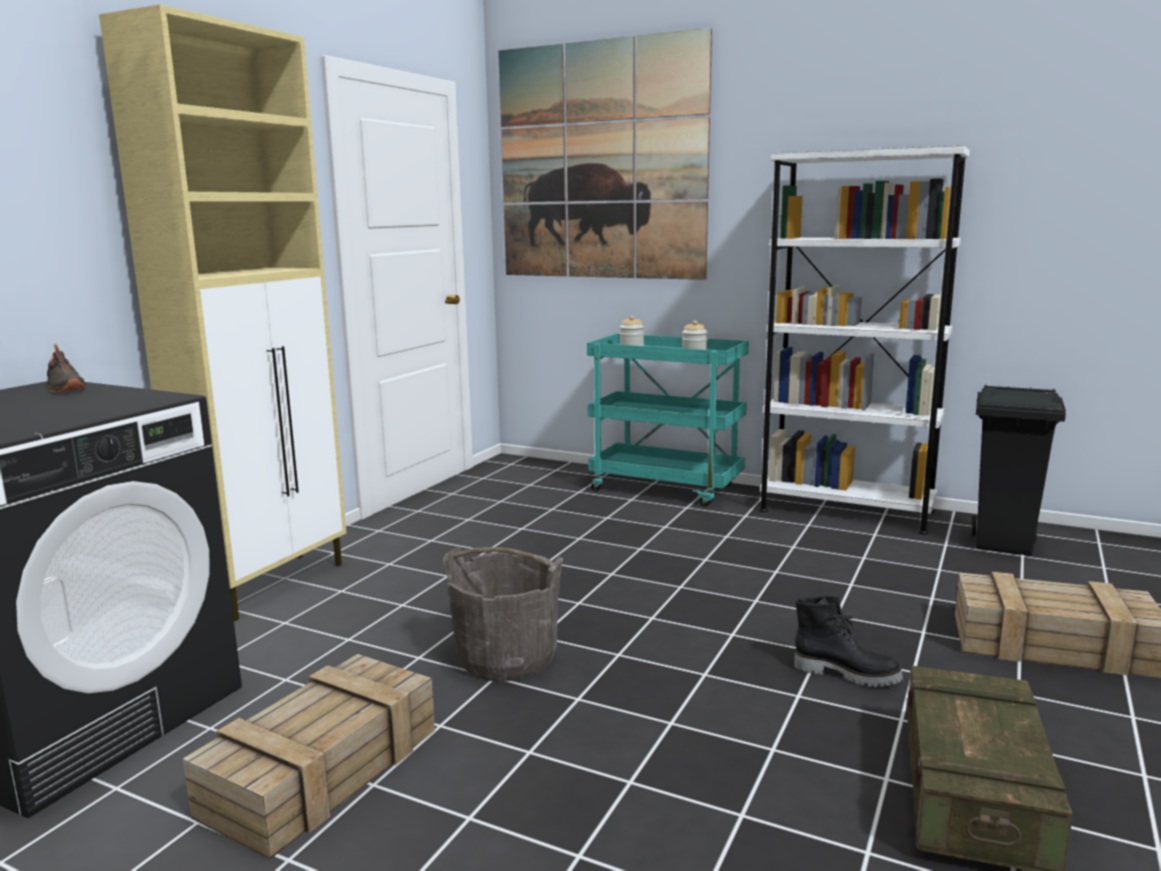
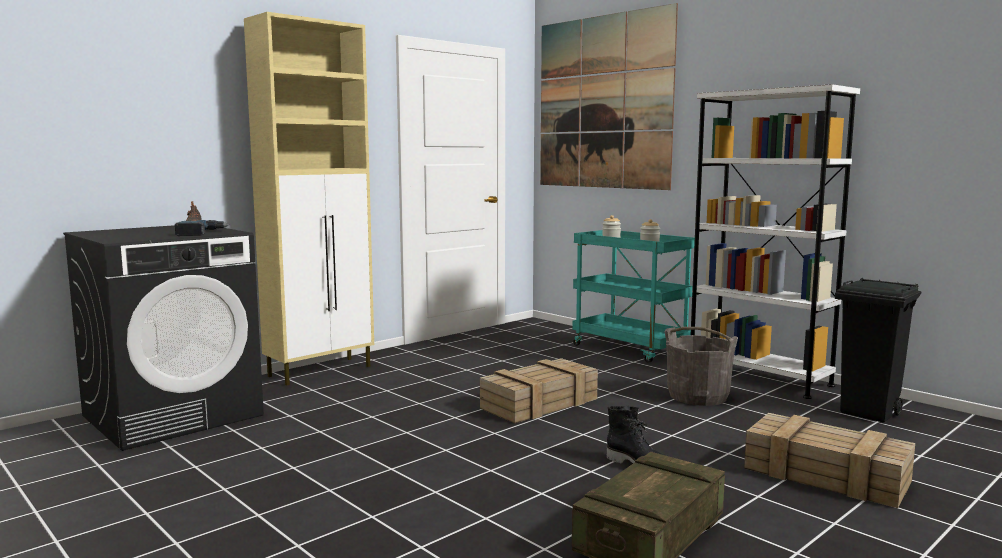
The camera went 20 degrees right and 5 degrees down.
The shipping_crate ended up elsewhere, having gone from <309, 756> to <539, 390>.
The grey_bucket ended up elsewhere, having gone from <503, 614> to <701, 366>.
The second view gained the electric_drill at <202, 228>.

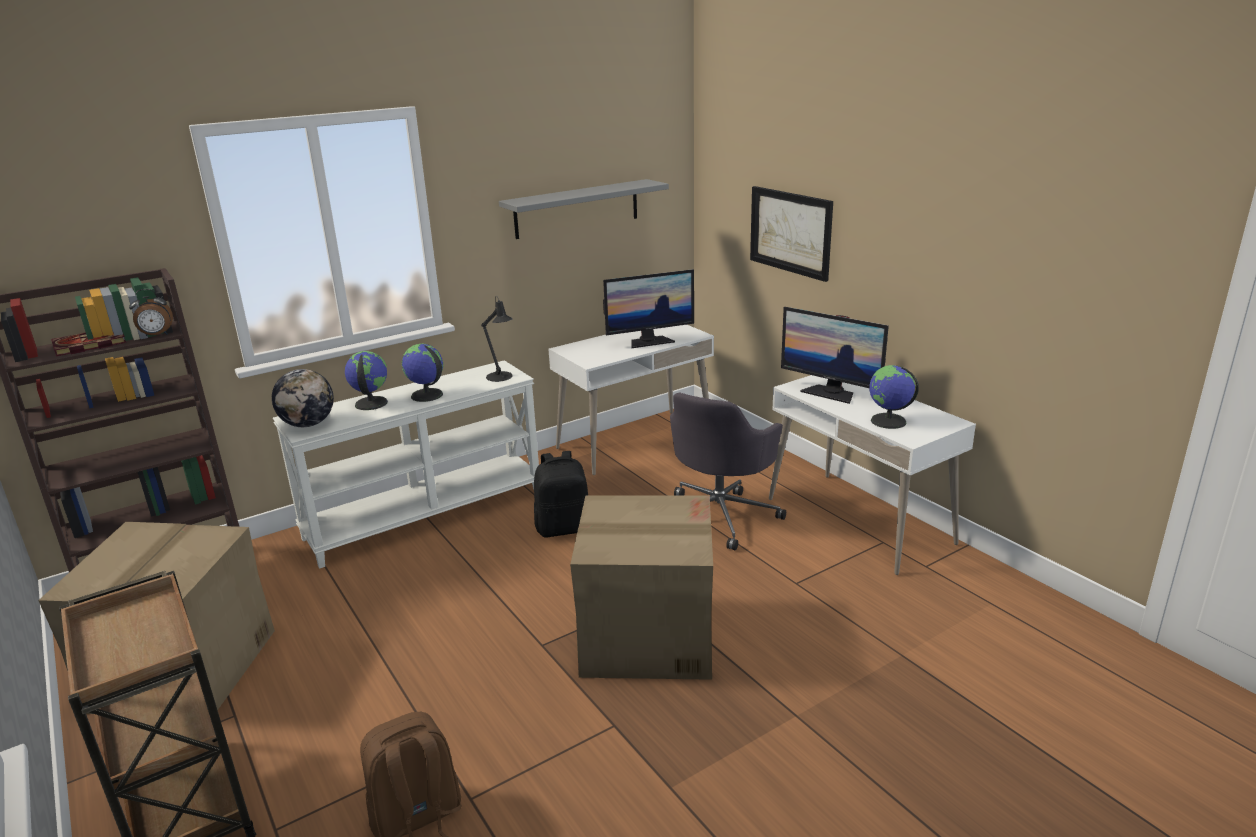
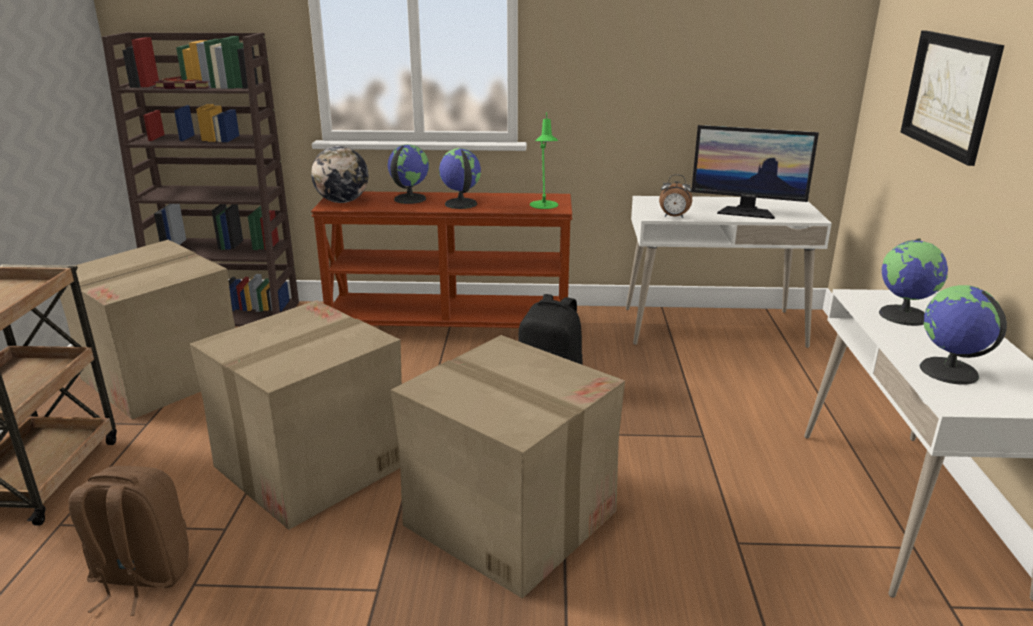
The camera went 35 degrees right and 0 degrees up.
The bedside_clock ended up elsewhere, having gone from <151, 312> to <675, 196>.
What was the white-coloured_hall_table at <406, 464> turned into the brown_hall_table at <441, 260>.
What was the black_lamp_for_a_table at <497, 339> turned into the greenish_lamp_for_a_table at <544, 160>.
The second view lost the grey_bracket_shelf at <584, 209>.
The second view lost the grey_computer_chair at <728, 471>.
Where the monitor stood at <835, 355>, the globe came to stand at <913, 282>.
The second view gained the packing_box at <296, 415>.

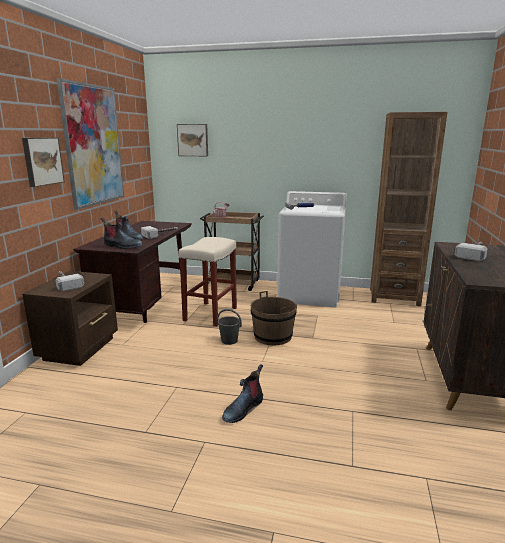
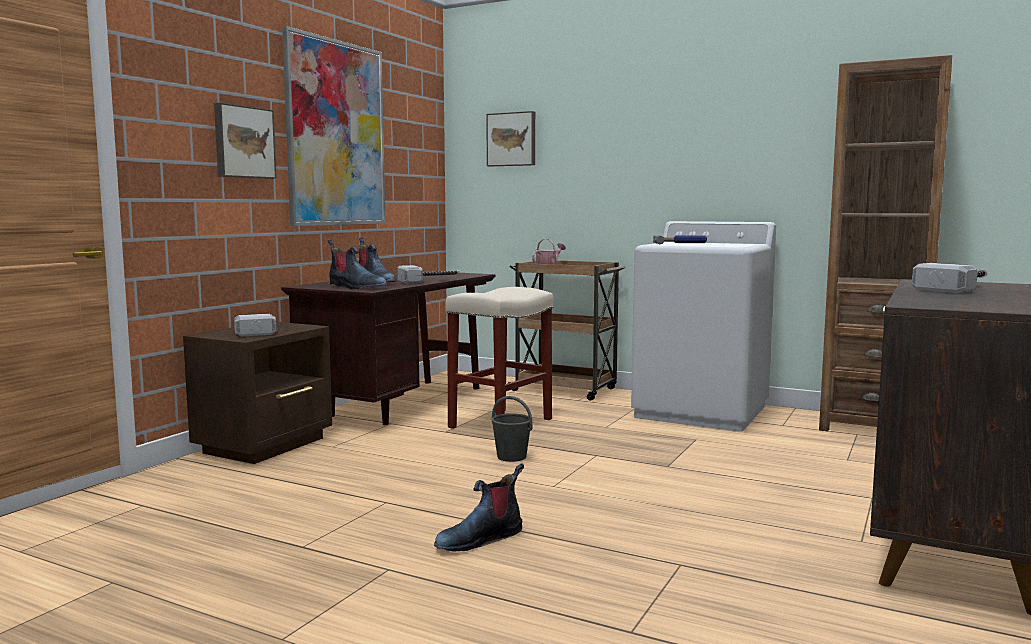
The camera went 15 degrees right and 10 degrees down.
The second view lost the brown_bucket at <274, 318>.

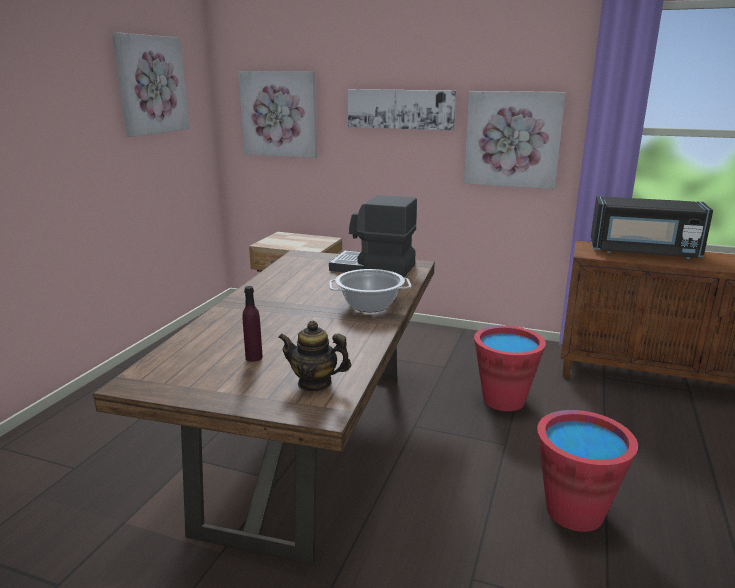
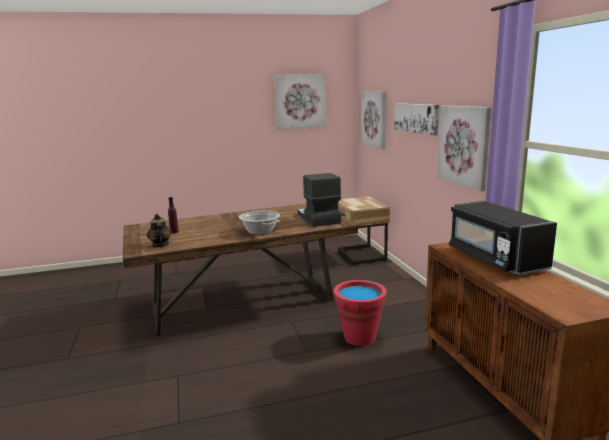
The camera went 55 degrees right and 5 degrees down.
The second view lost the red_bucket at <587, 471>.

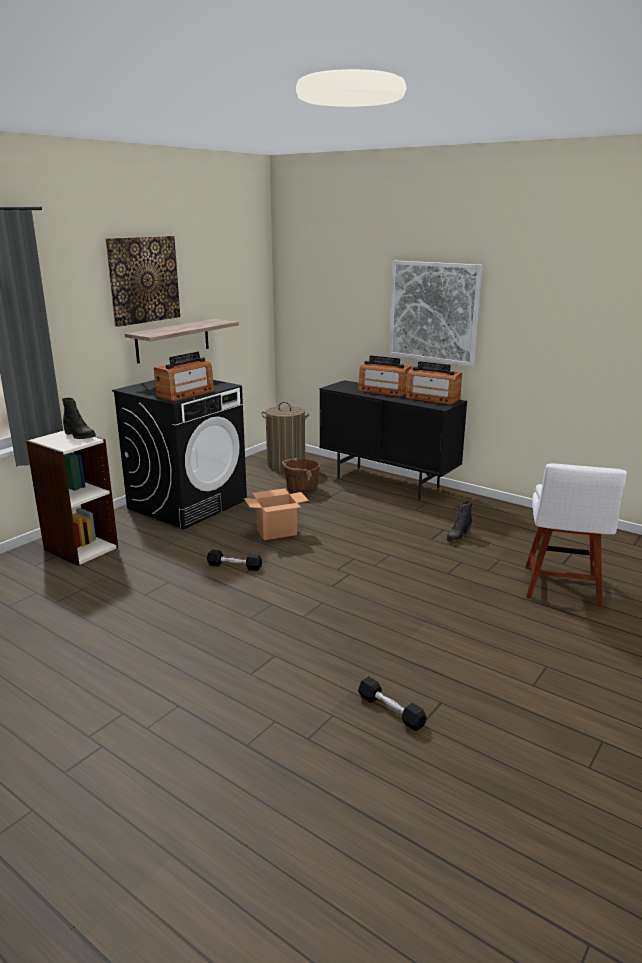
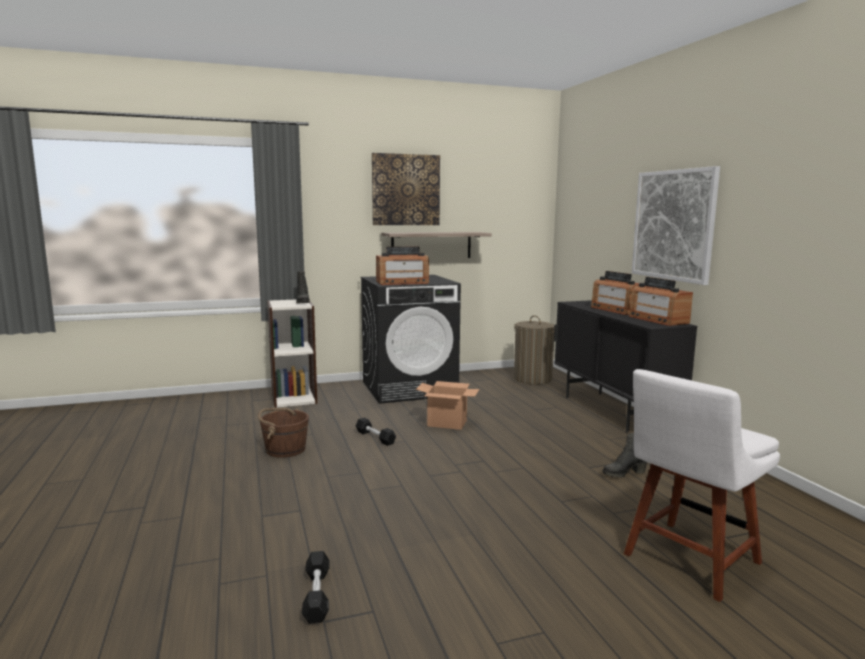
The camera went 35 degrees right and 10 degrees down.
The brown_bucket ended up elsewhere, having gone from <301, 476> to <283, 433>.

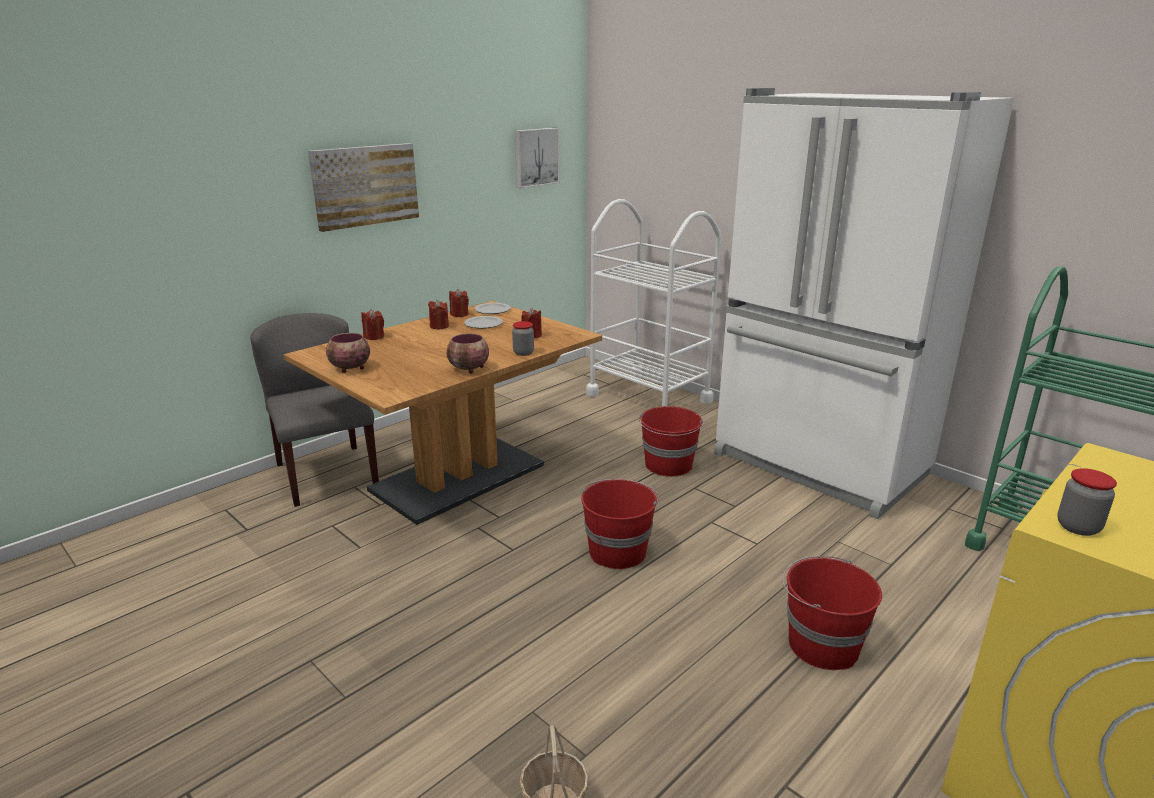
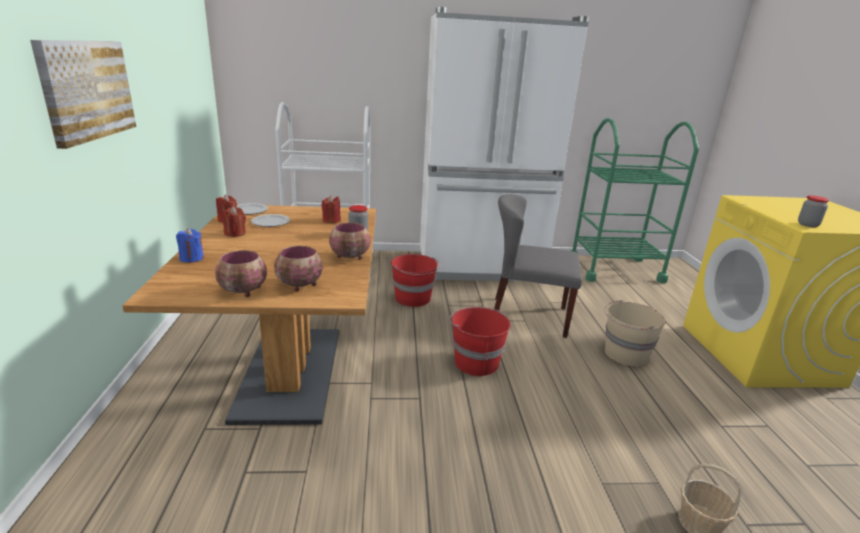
The camera went 50 degrees left and 0 degrees up.
The grey_plain_chair ended up elsewhere, having gone from <314, 410> to <538, 266>.
What was the red_candle at <372, 324> turned into the blue_candle at <190, 245>.
The second view lost the wall_picture at <537, 158>.
What was the red_bucket at <832, 613> turned into the beige_bucket at <635, 333>.
The second view gained the deep_dish at <298, 268>.

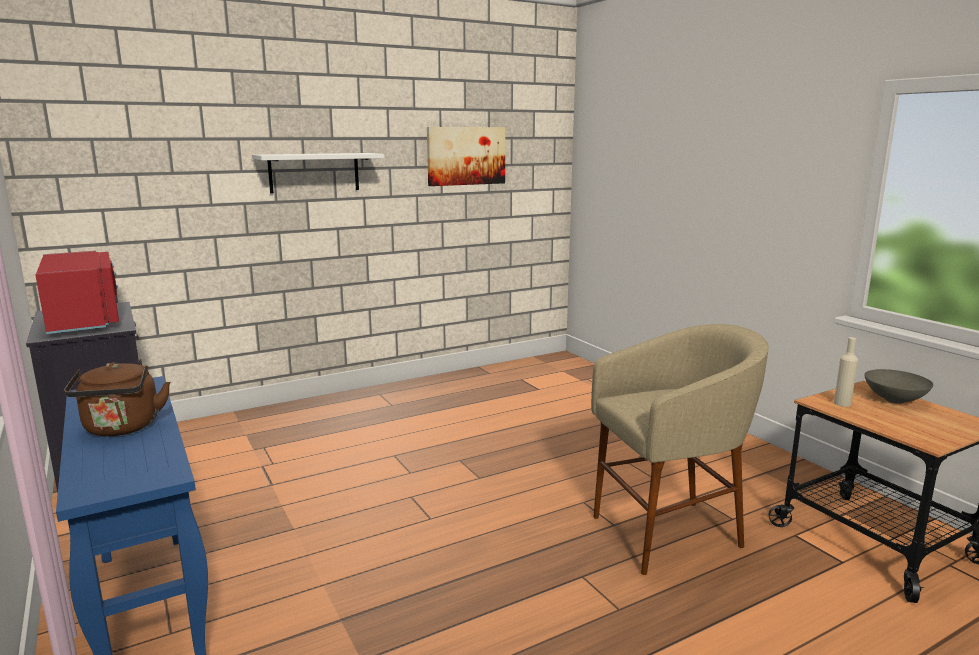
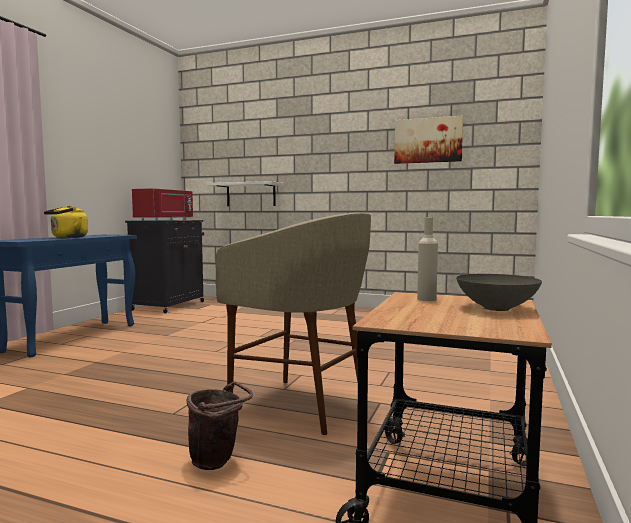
The camera went 50 degrees right and 10 degrees down.
What was the brown_tea_kettle at <117, 399> turned into the yellow_tea_kettle at <66, 221>.
The white-coloured_bracket_shelf ended up elsewhere, having gone from <318, 173> to <244, 193>.
The second view gained the brown_bucket at <219, 425>.

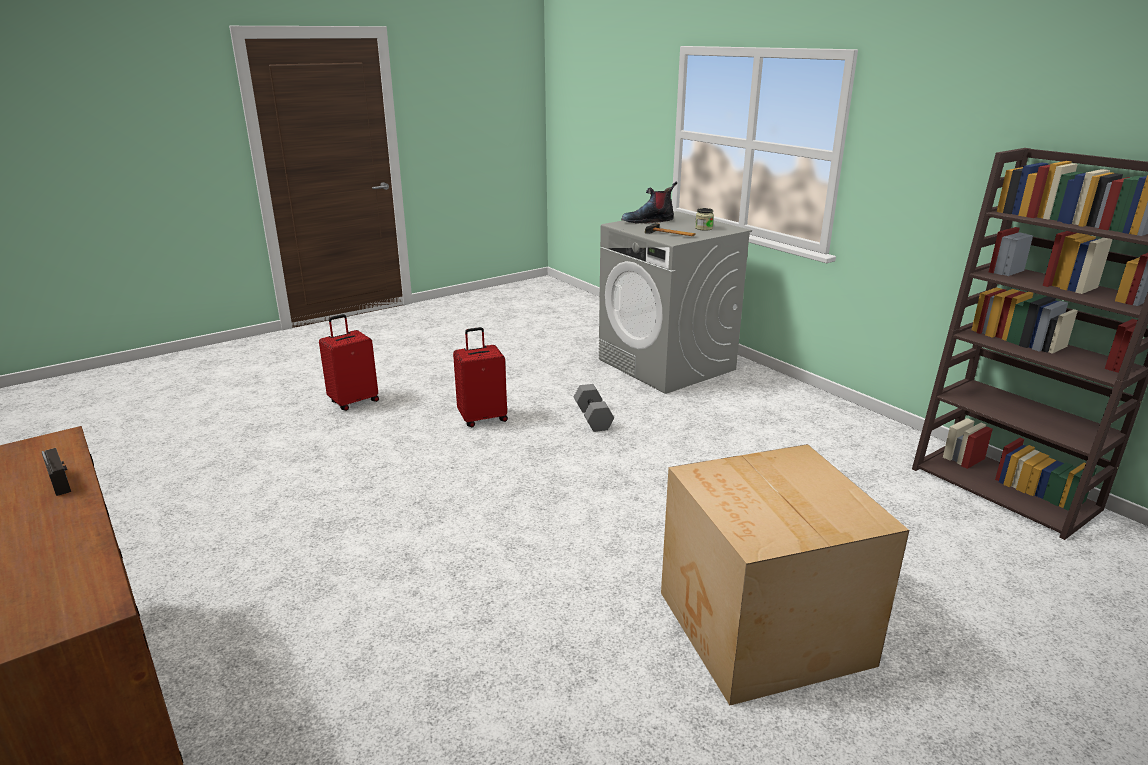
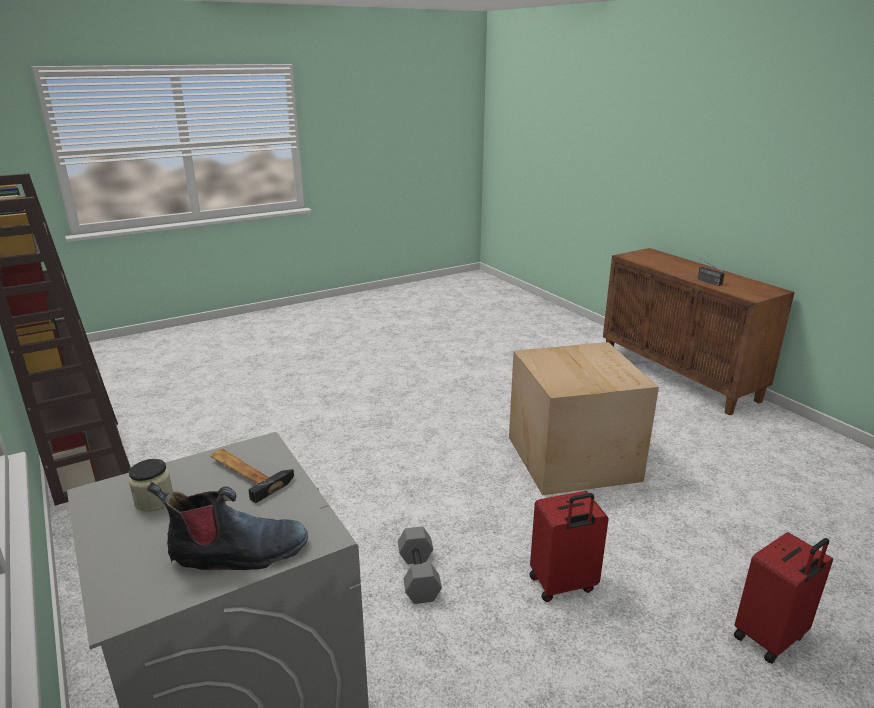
The camera went 175 degrees left and 0 degrees up.
The packing_box ended up elsewhere, having gone from <785, 574> to <584, 418>.

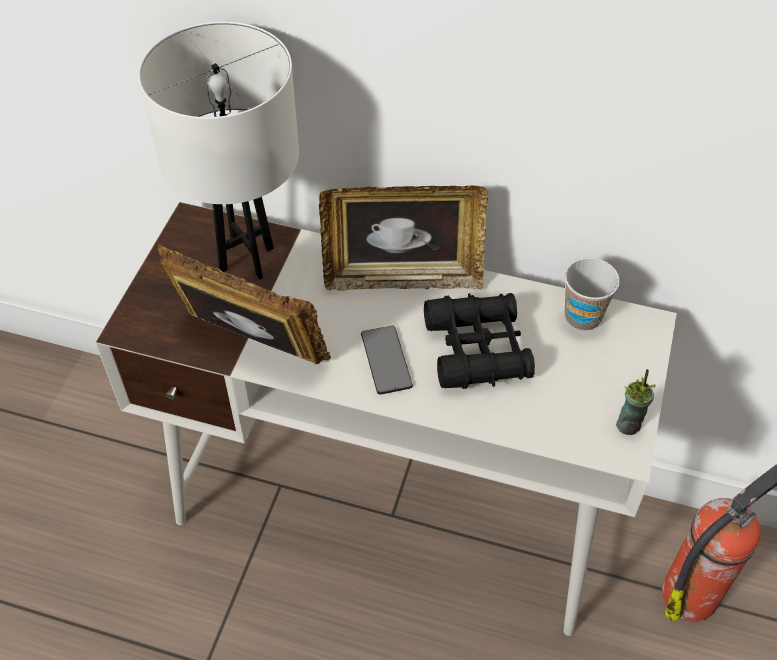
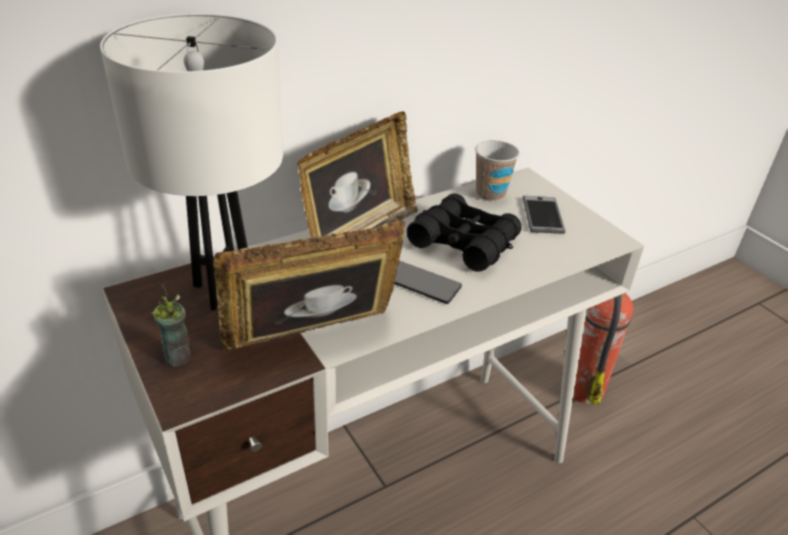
The camera went 50 degrees left and 15 degrees down.
The cup ended up elsewhere, having gone from <636, 402> to <171, 326>.
The second view gained the phone at <543, 215>.

